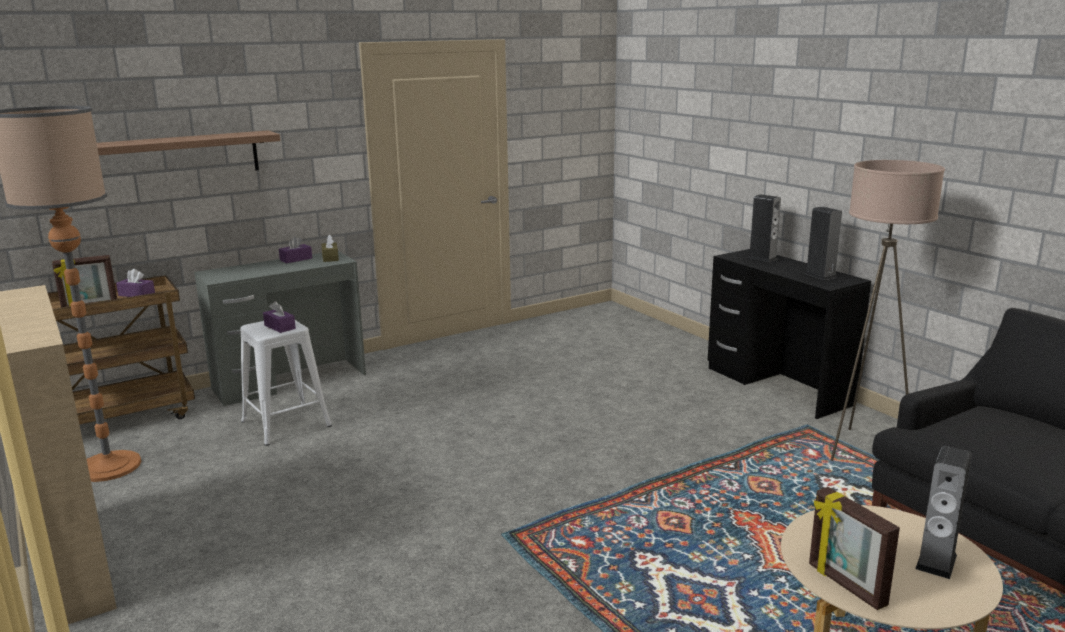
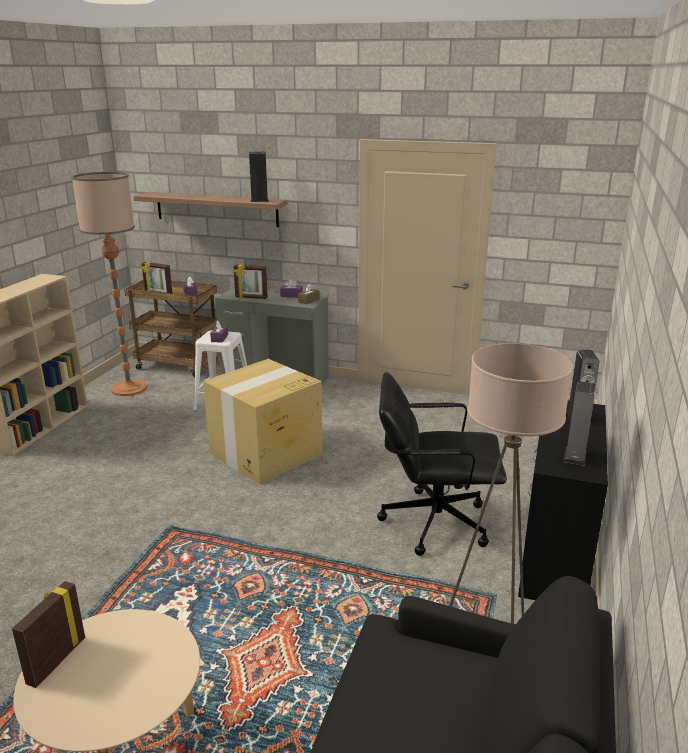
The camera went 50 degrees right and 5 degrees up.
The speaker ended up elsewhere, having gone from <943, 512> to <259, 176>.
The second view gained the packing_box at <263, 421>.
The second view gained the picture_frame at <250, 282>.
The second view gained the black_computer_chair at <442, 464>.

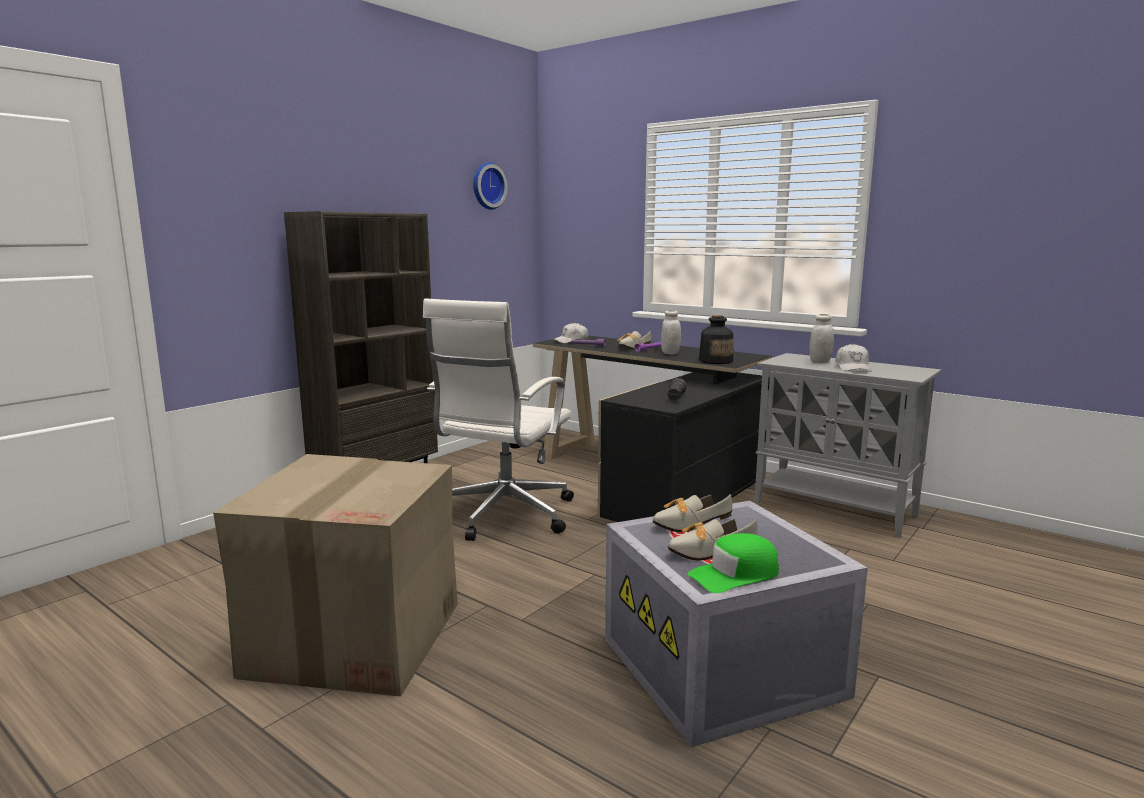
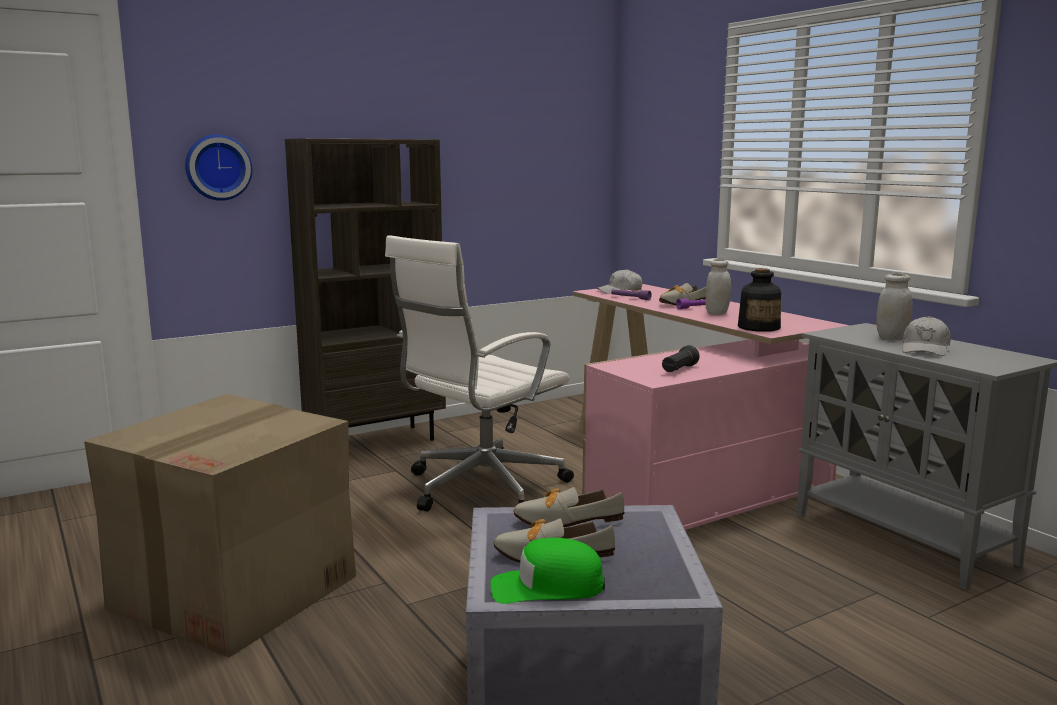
The camera went 20 degrees right and 0 degrees up.
The clock_on_the_wall ended up elsewhere, having gone from <490, 186> to <218, 167>.
What was the black_desk at <653, 429> turned into the pink_desk at <711, 407>.

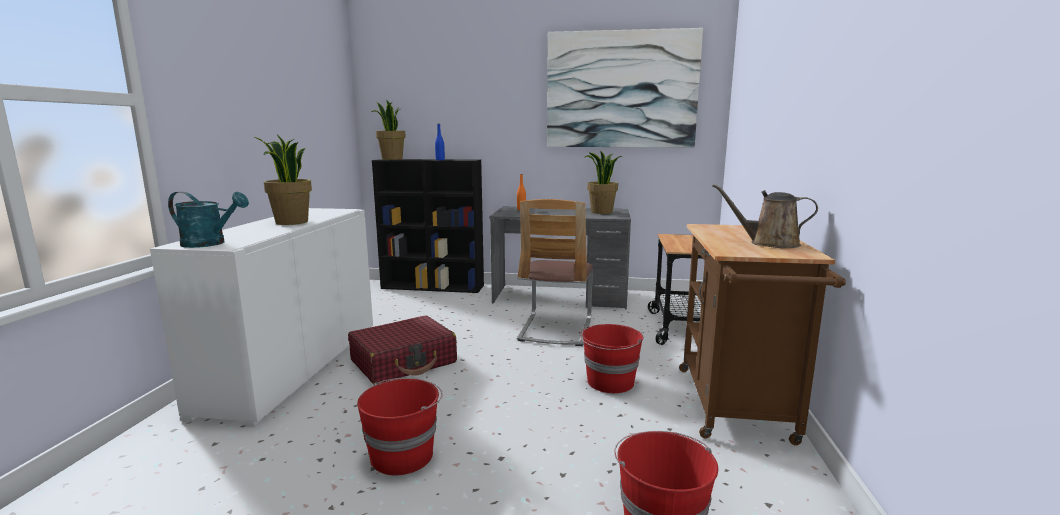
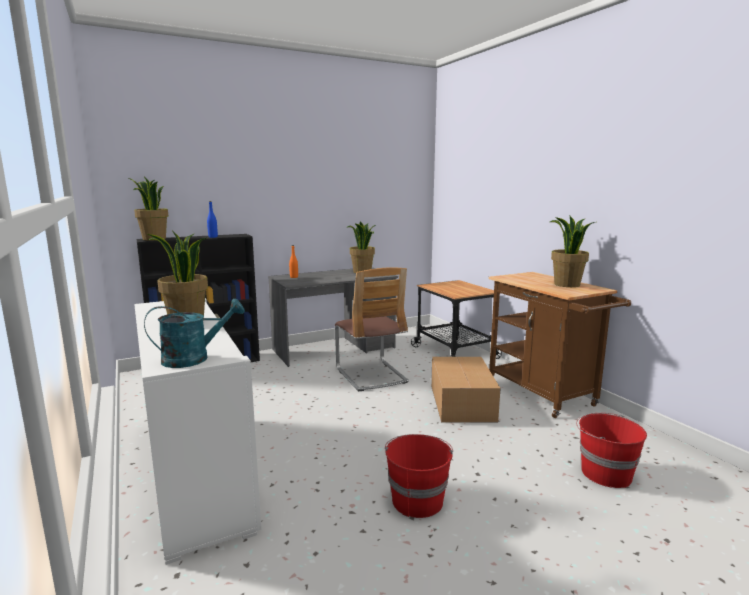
The camera went 35 degrees left and 0 degrees up.
The second view lost the red_suitcase at <402, 349>.
The second view lost the wall_picture at <625, 88>.
Where the red_bucket stood at <611, 358>, the packing_box came to stand at <466, 390>.
Where the brown_watering_can stood at <765, 216>, the potted_plant came to stand at <572, 251>.

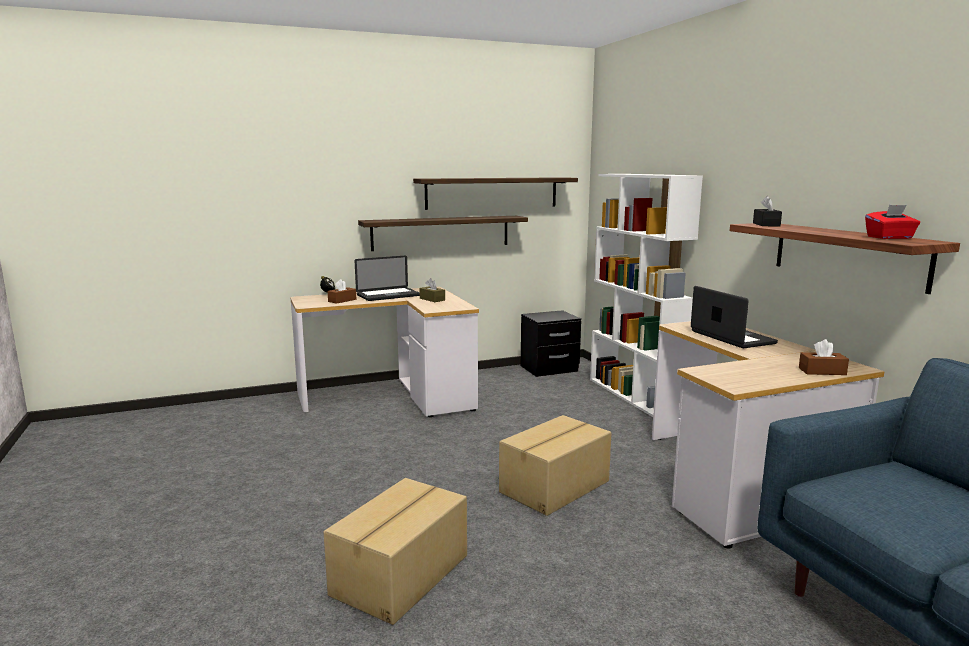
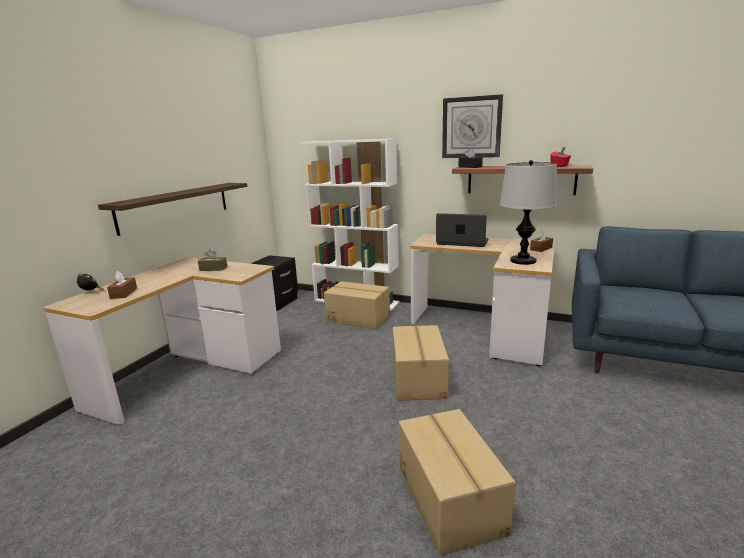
The camera went 45 degrees left and 5 degrees up.
The second view lost the portable_computer at <387, 278>.
The second view lost the bracket_shelf at <495, 193>.
The second view gained the packing_box at <357, 305>.
The second view gained the clock_on_the_wall at <472, 126>.
The second view gained the lamp_for_a_table at <528, 212>.

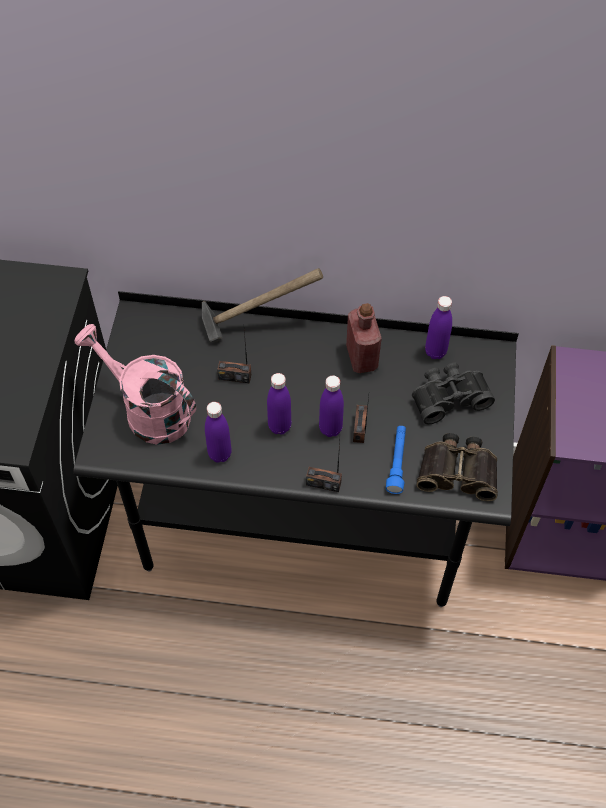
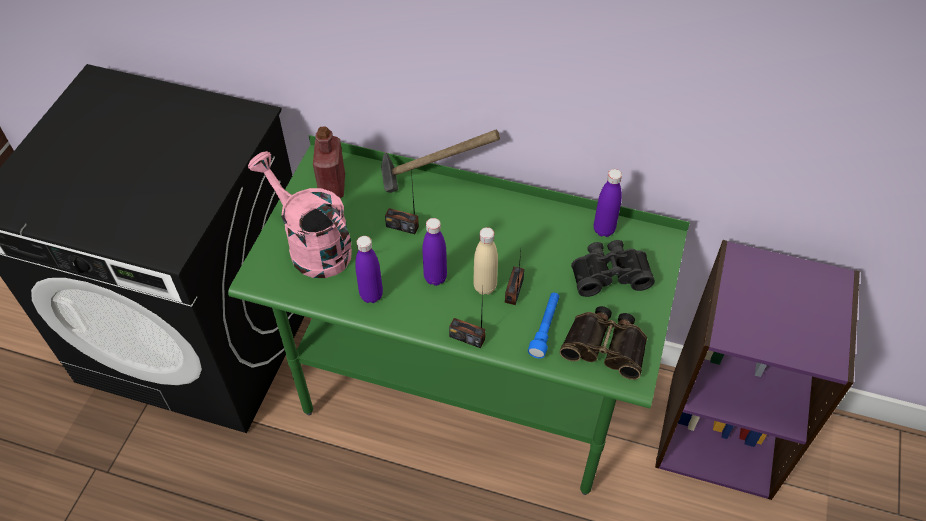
The camera went 10 degrees right and 5 degrees down.
What was the black_desk at <296, 449> turned into the greenish_desk at <459, 315>.
What was the purplish_beverage_bottle at <331, 406> turned into the beige_beverage_bottle at <485, 261>.
The red_beverage_bottle ended up elsewhere, having gone from <364, 338> to <329, 162>.

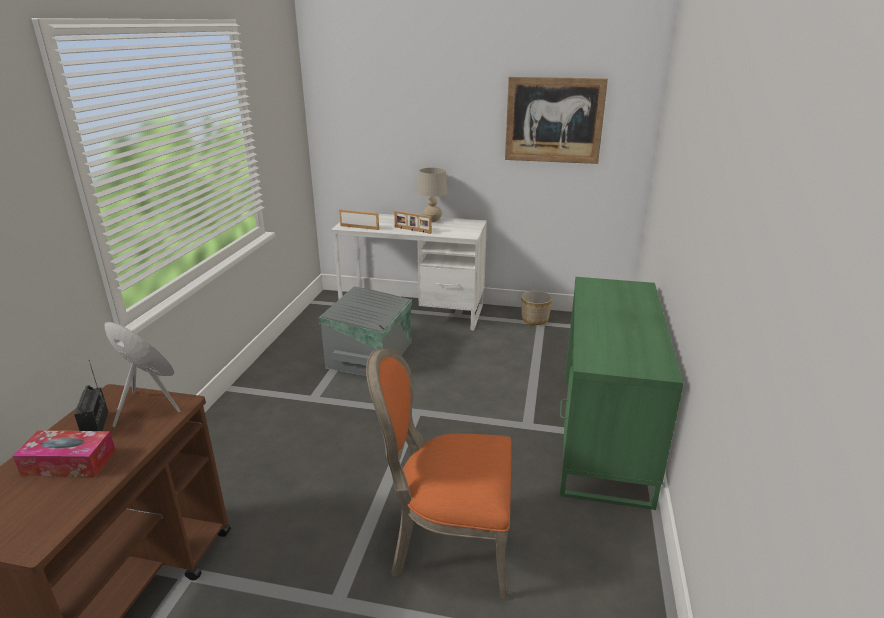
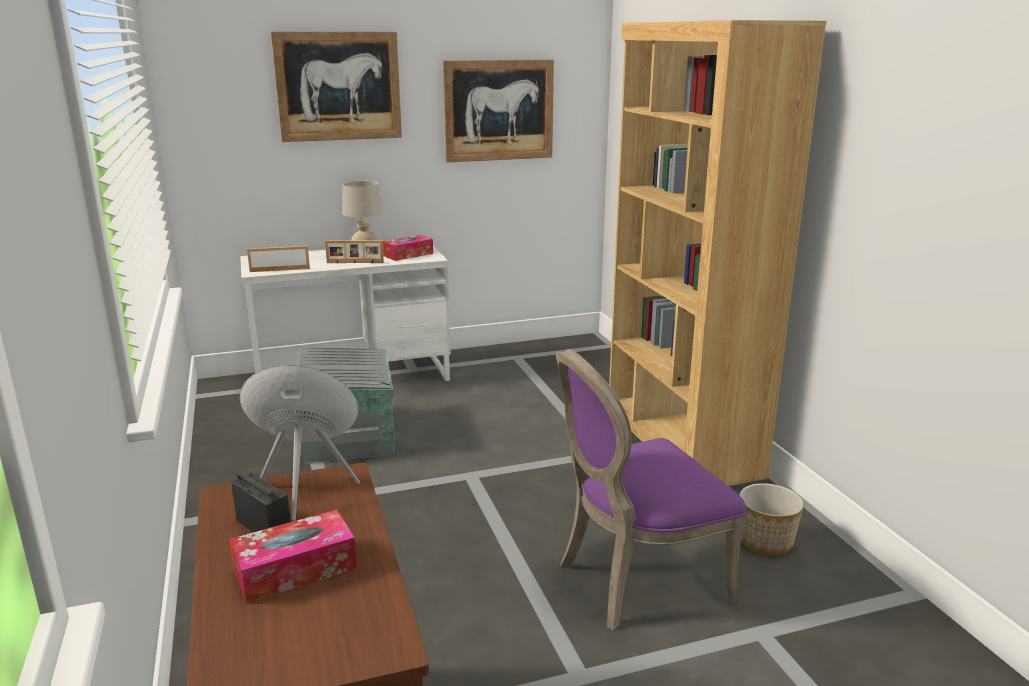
The camera went 30 degrees left and 5 degrees down.
What was the orangey_plain_chair at <438, 474> turned into the purplish_plain_chair at <651, 489>.
The flower_pot ended up elsewhere, having gone from <537, 308> to <772, 519>.
Where the greenish_desk stood at <621, 393>, the brown_bookcase came to stand at <717, 253>.
The second view gained the wall_picture at <336, 87>.
The second view gained the box_of_tissues at <408, 248>.

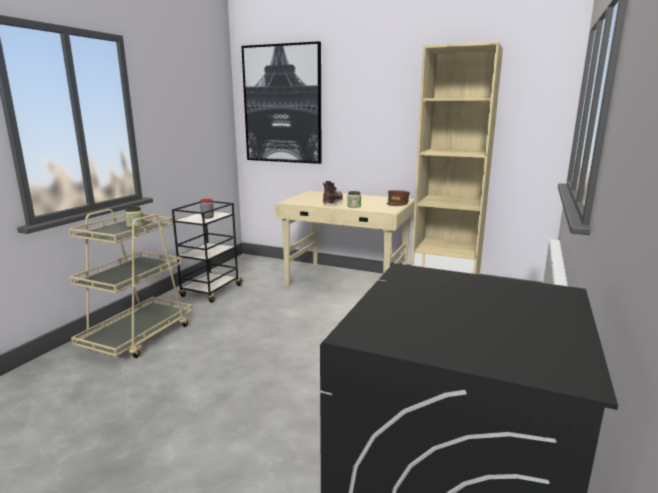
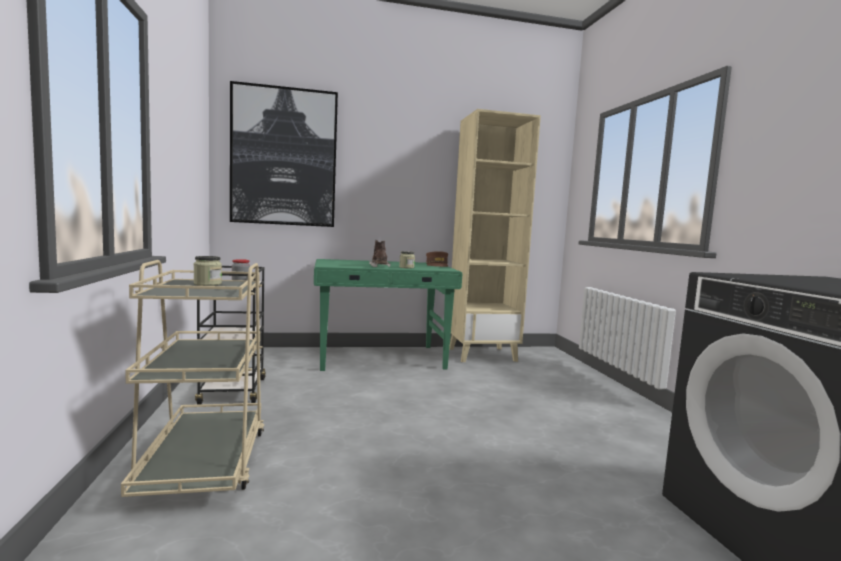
The camera went 35 degrees left and 10 degrees down.
What was the beige_desk at <345, 238> turned into the greenish_desk at <388, 315>.

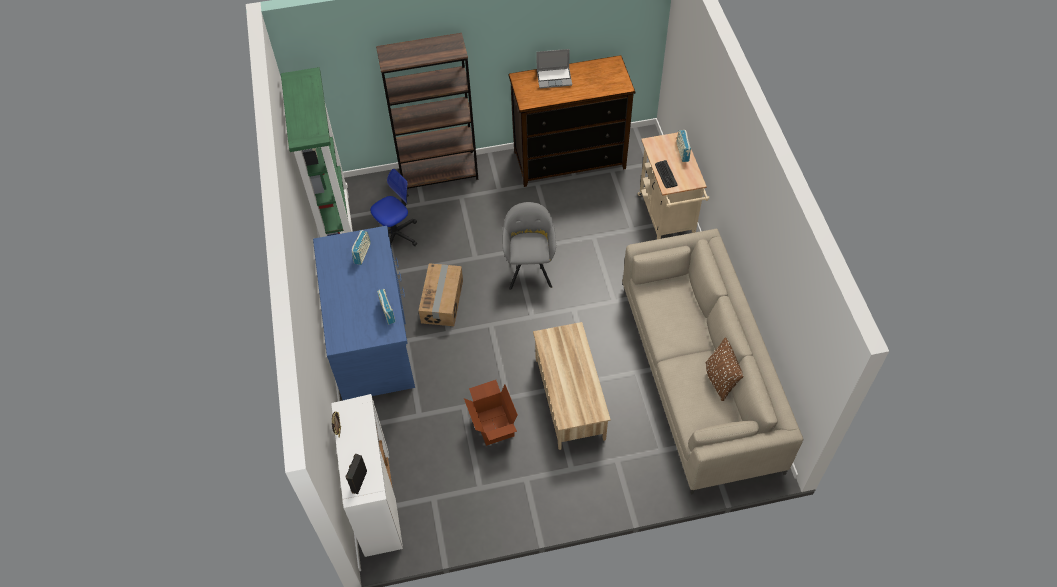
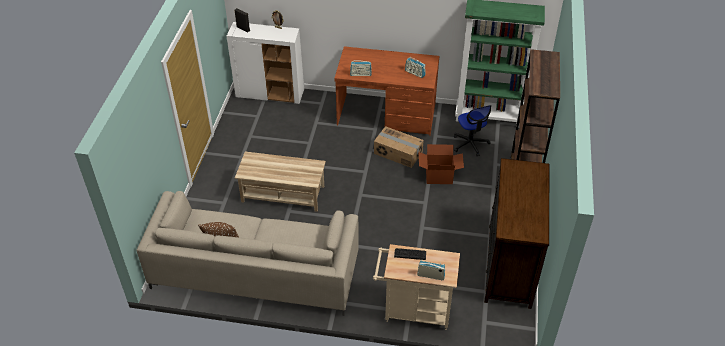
The camera went 110 degrees right and 10 degrees down.
What was the blue_desk at <364, 313> turned into the brown_desk at <386, 91>.
The packing_box ended up elsewhere, having gone from <491, 413> to <441, 164>.
The second view lost the grey_lounge_chair at <529, 246>.
The second view lost the portable_computer at <554, 68>.

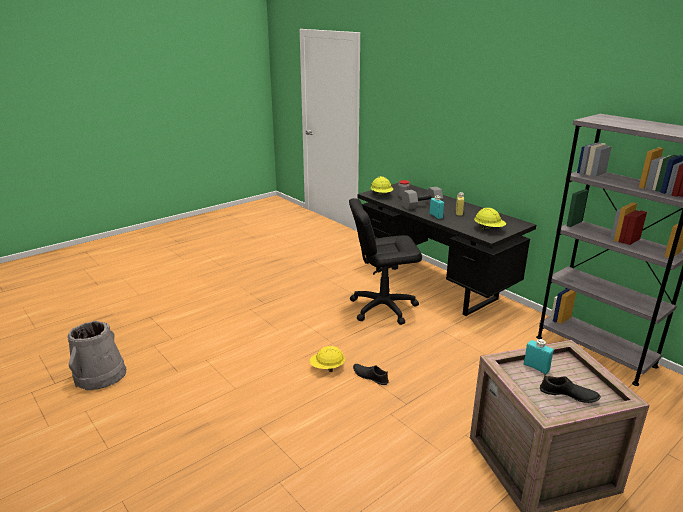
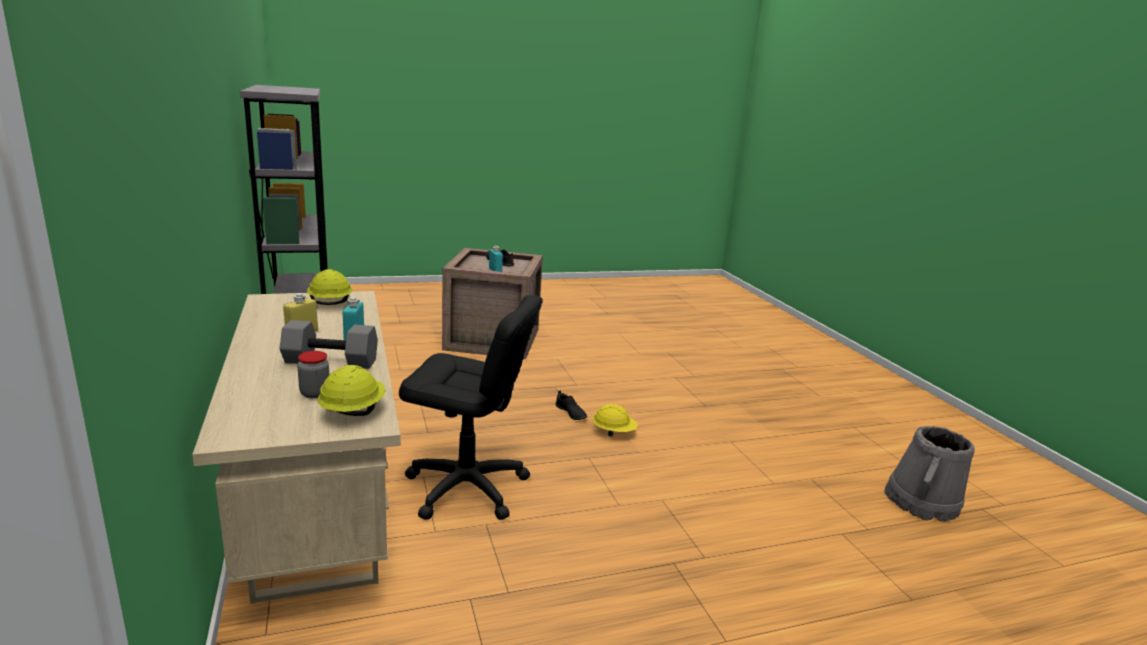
The camera went 160 degrees left and 5 degrees down.
What was the black_desk at <446, 249> turned into the beige_desk at <296, 447>.

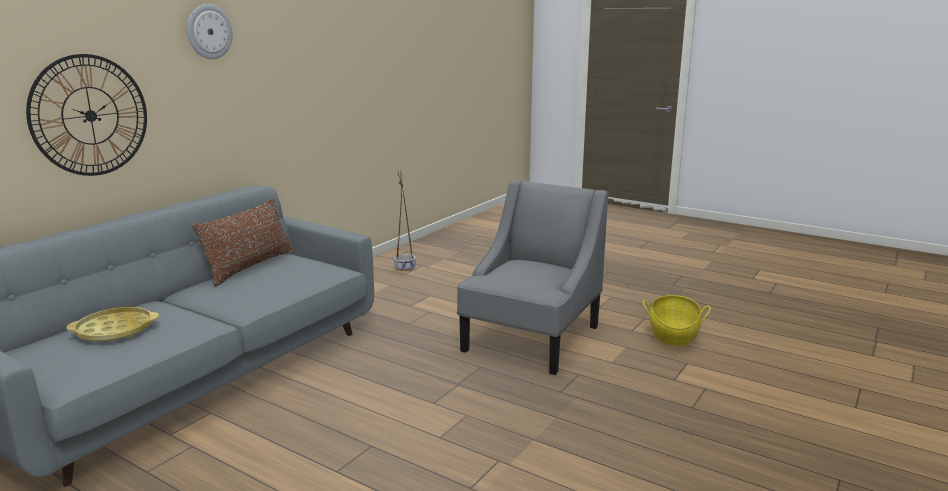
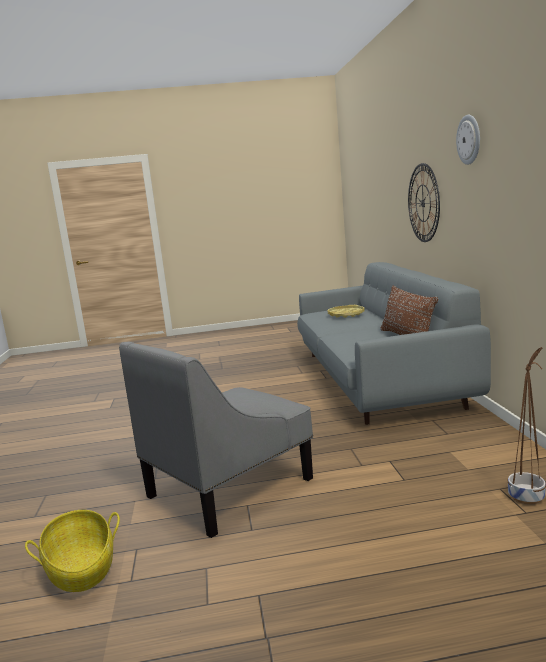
The camera went 140 degrees right and 5 degrees down.
The grey_lounge_chair at <533, 277> ended up facing another way, 60 degrees clockwise from before.

